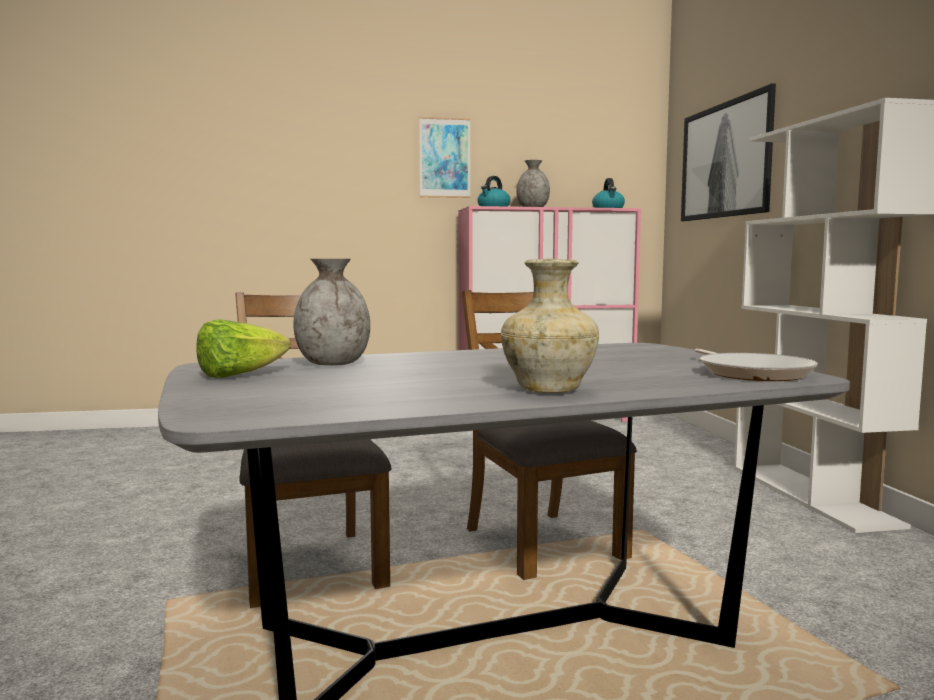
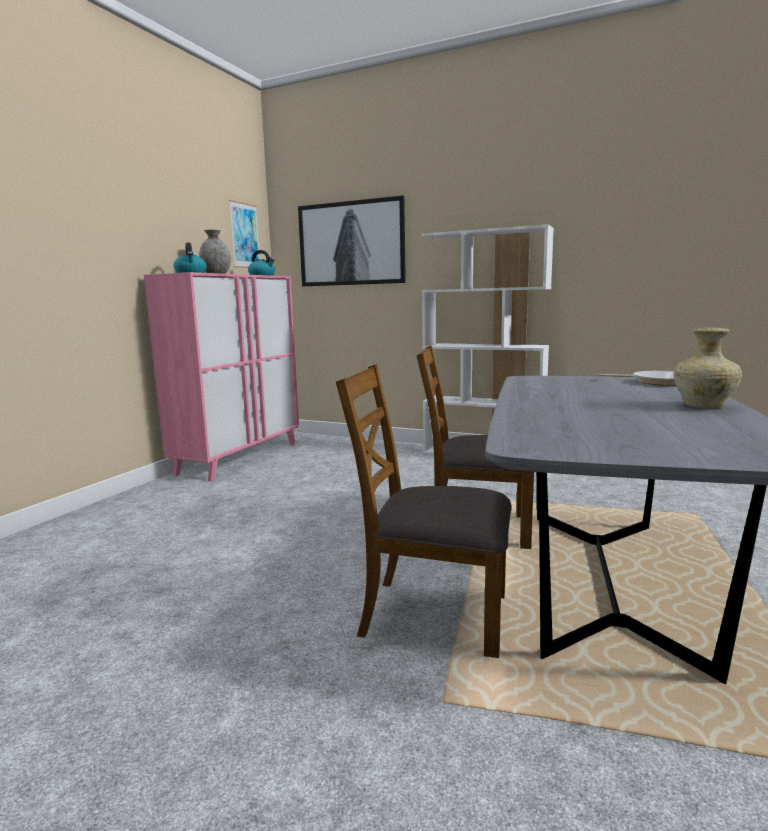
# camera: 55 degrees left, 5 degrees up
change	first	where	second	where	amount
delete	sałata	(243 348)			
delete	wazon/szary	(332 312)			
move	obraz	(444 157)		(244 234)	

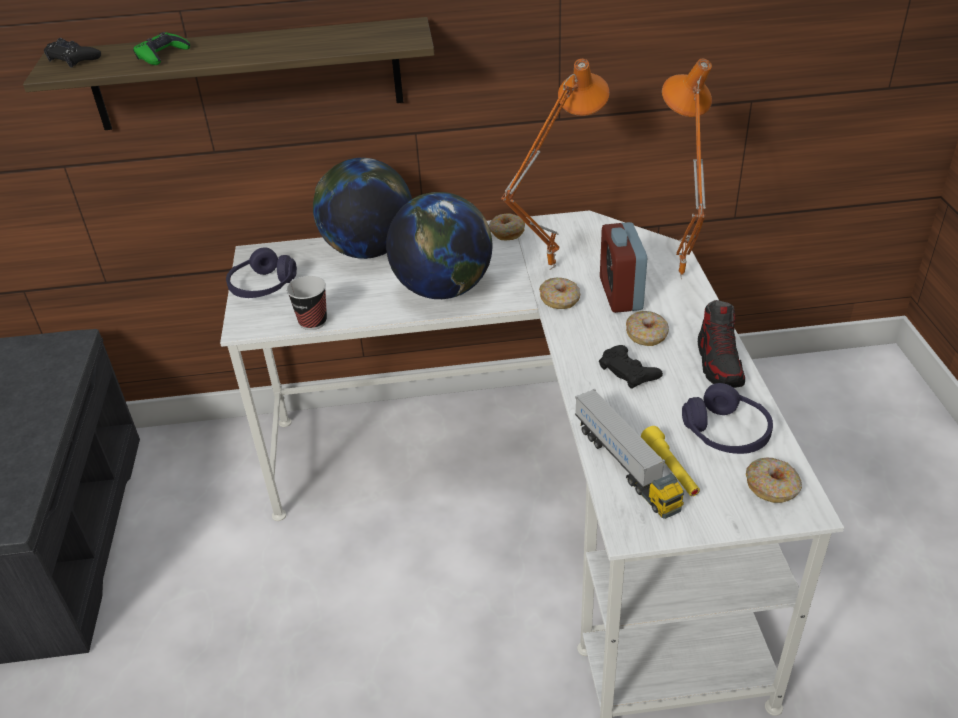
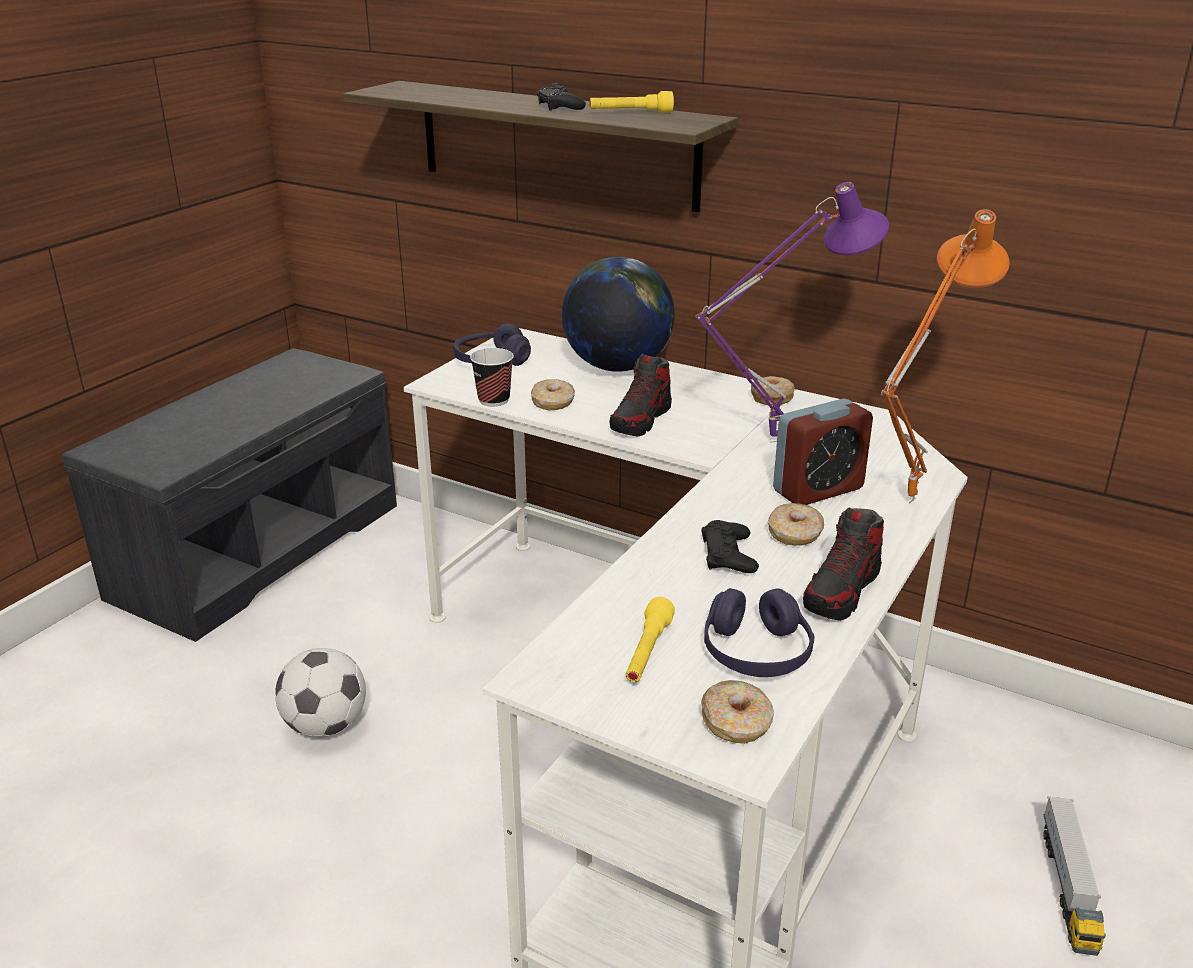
# camera: 35 degrees right, 10 degrees down
change	first	where	second	where	amount
delete	pad do gier/zielony	(161 48)			
insert			piłka futbolowa	(320 692)	
insert			latarka/żółty	(632 102)	
move	pad do gier/czarny	(72 52)		(561 97)	
move	donut	(559 293)		(553 394)	
move	ciężarówka zabawkowa	(629 454)		(1074 876)	
replace	globus	(439 245)	but	(640 395)	
recolor	lampa stołowa/pomarańczowy	(555 164)	lampa stołowa/fioletowy	(792 312)	
rotate	budzik	(623 267)		(823 452)	150 degrees counterclockwise

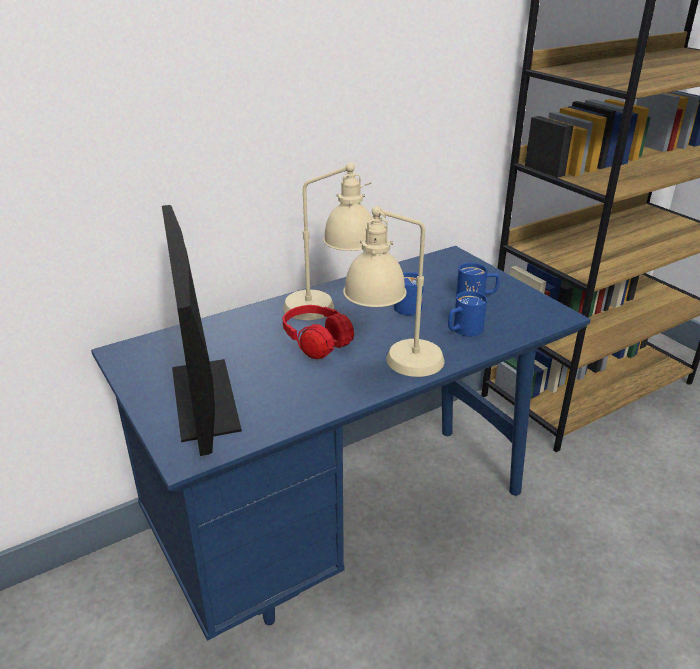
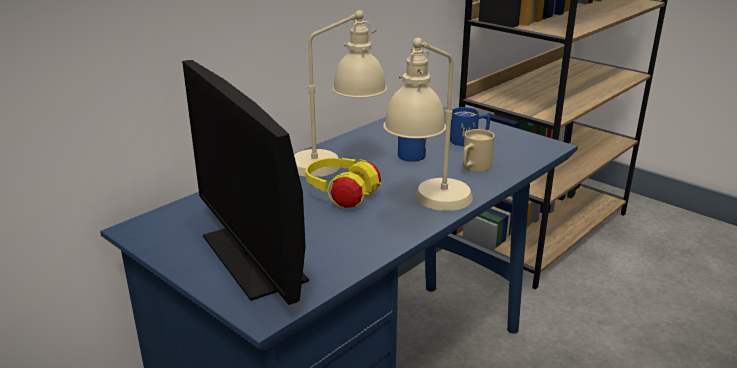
# camera: 15 degrees left, 5 degrees down
change	first	where	second	where	amount
recolor	słuchawki/czerwony	(318 332)	słuchawki/żółty	(343 183)	
recolor	kubek/niebieski	(467 313)	kubek/beżowy	(478 150)	

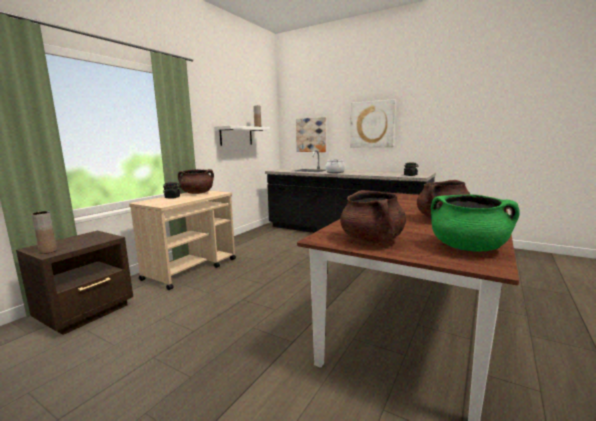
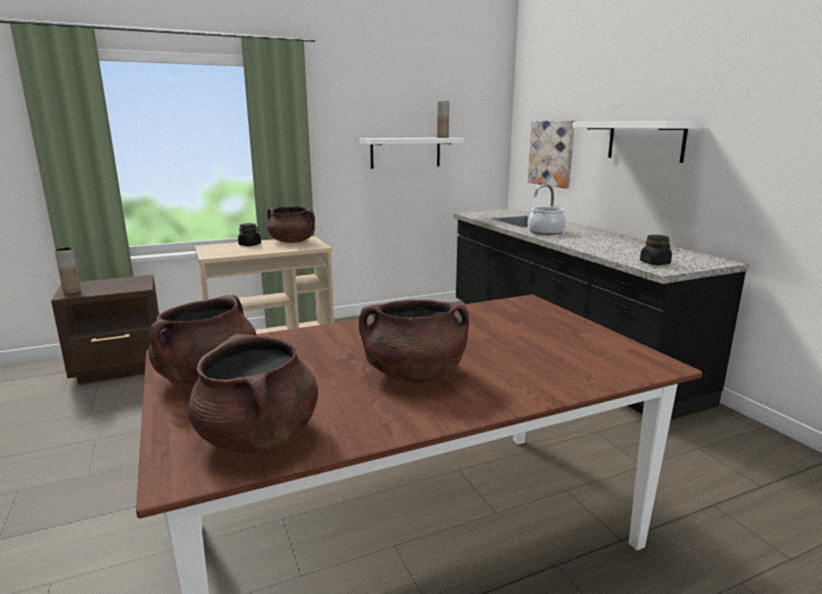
# camera: 35 degrees right, 5 degrees up
change	first	where	second	where	amount
replace	obraz	(373 123)	półka/biały	(637 142)	
recolor	garnek/zielony	(475 223)	garnek/brązowy	(253 394)	

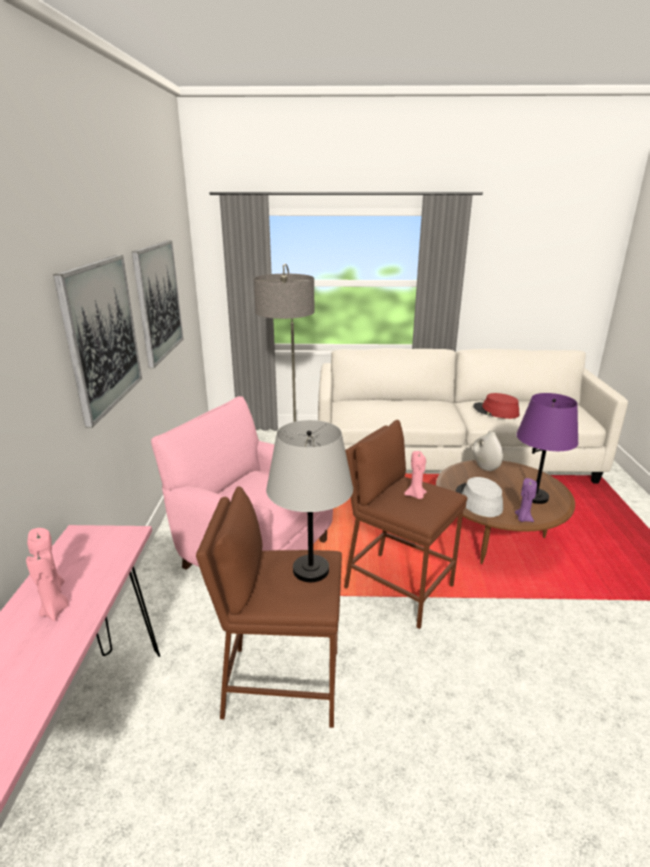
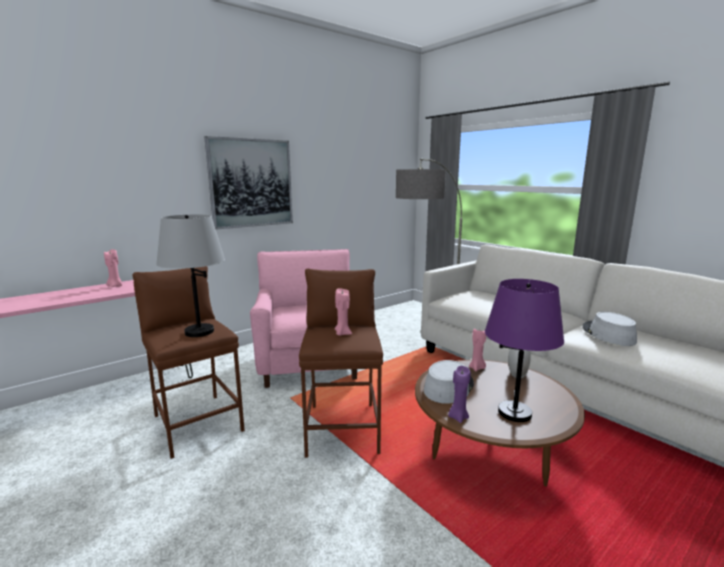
# camera: 50 degrees right, 10 degrees down
change	first	where	second	where	amount
delete	obraz	(157 304)			
move	świeca/różowy	(47 586)		(477 349)	
recolor	kapelusz/czerwony	(496 406)	kapelusz/szary	(610 329)	

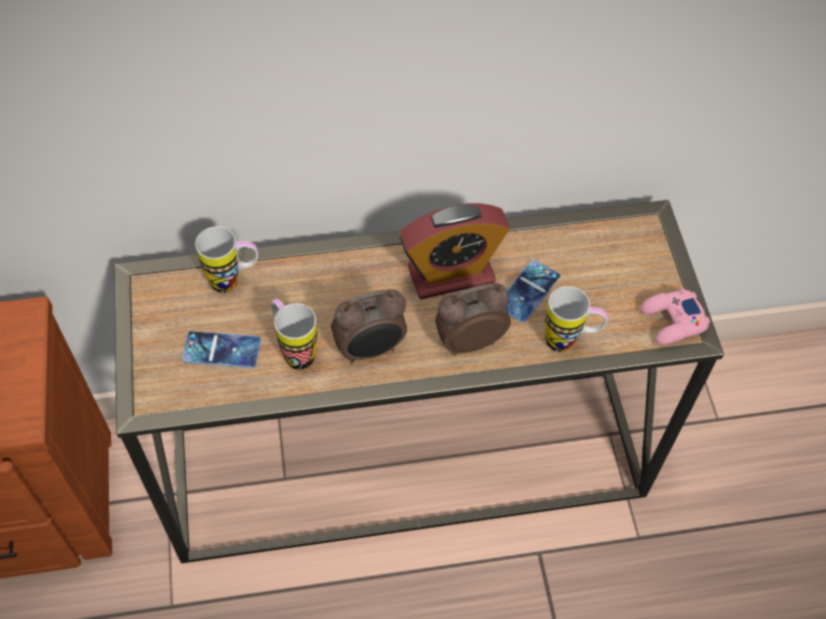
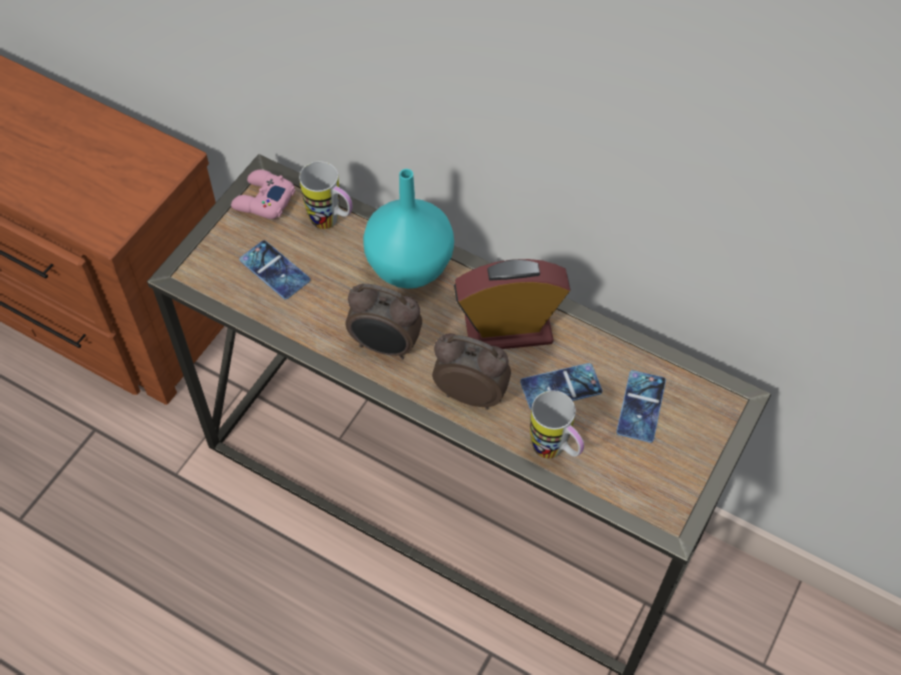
# camera: 40 degrees right, 0 degrees up
change	first	where	second	where	amount
delete	kubek	(294 334)			
insert			wazon/turkusowy	(408 229)	
insert			telefon	(641 406)	
move	pad do gier/różowy	(675 317)		(263 194)	
rotate	budzik	(455 251)		(512 304)	150 degrees clockwise

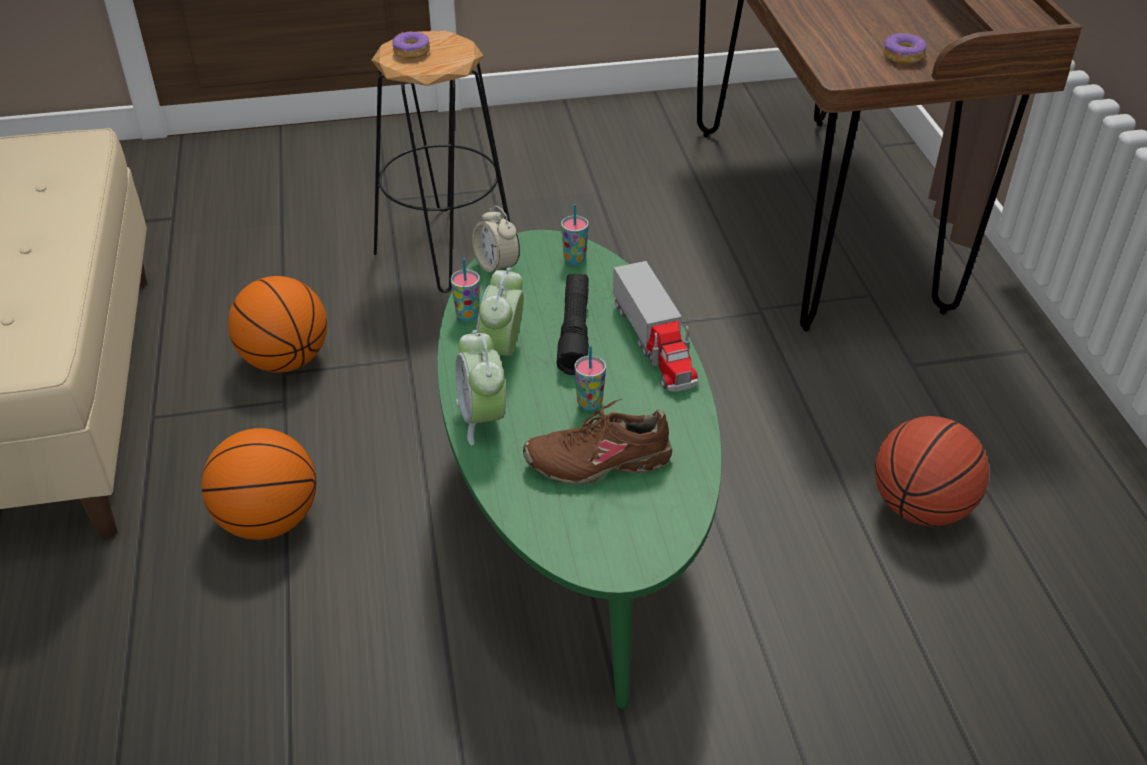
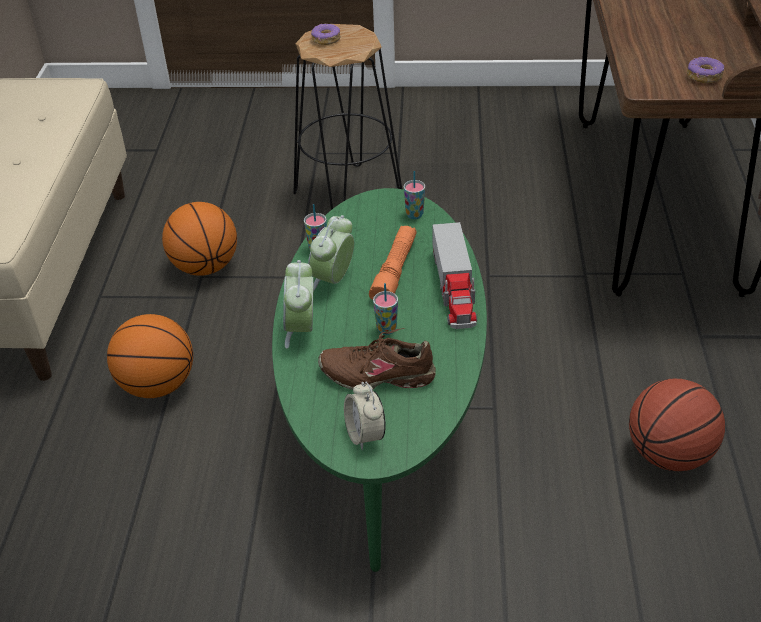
# camera: 15 degrees right, 0 degrees up
change	first	where	second	where	amount
move	budzik	(496 238)		(365 416)	
recolor	latarka/czarny	(573 324)	latarka/pomarańczowy	(393 263)	

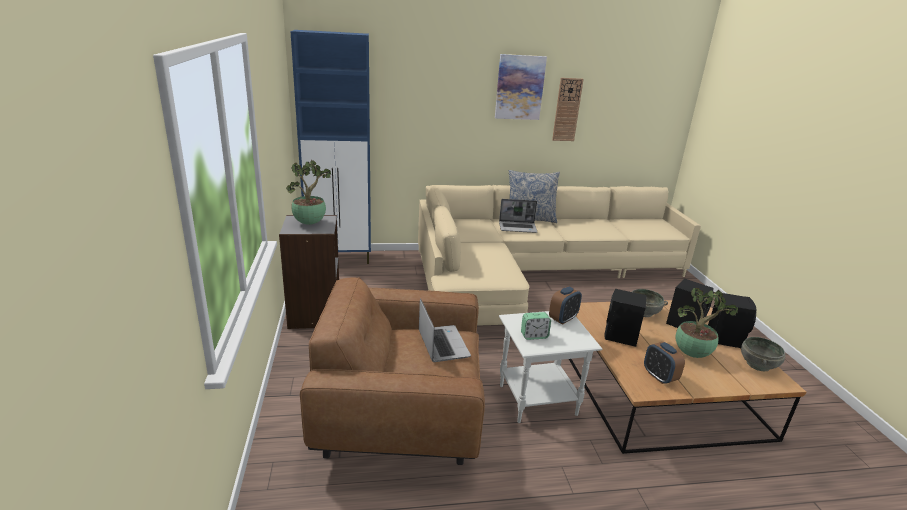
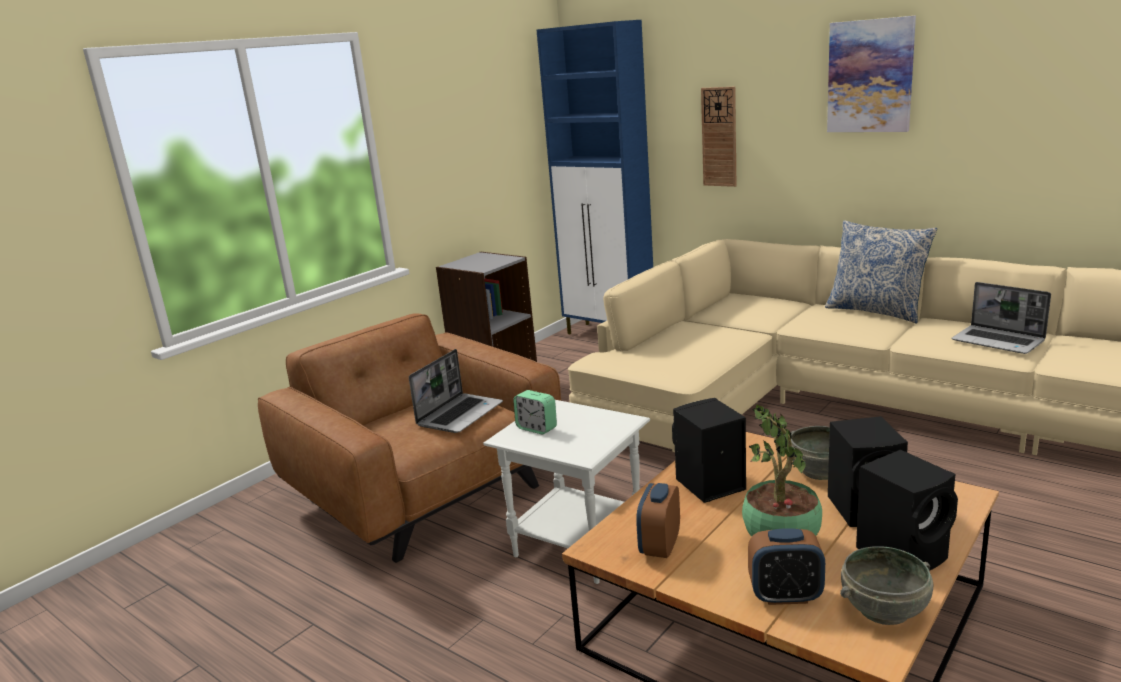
# camera: 50 degrees right, 5 degrees down
change	first	where	second	where	amount
delete	roślina doniczkowa	(308 192)			
move	laptop	(518 216)		(1001 318)	
move	budzik	(565 305)		(786 566)	
move	zegar ścienny	(568 109)		(718 137)	

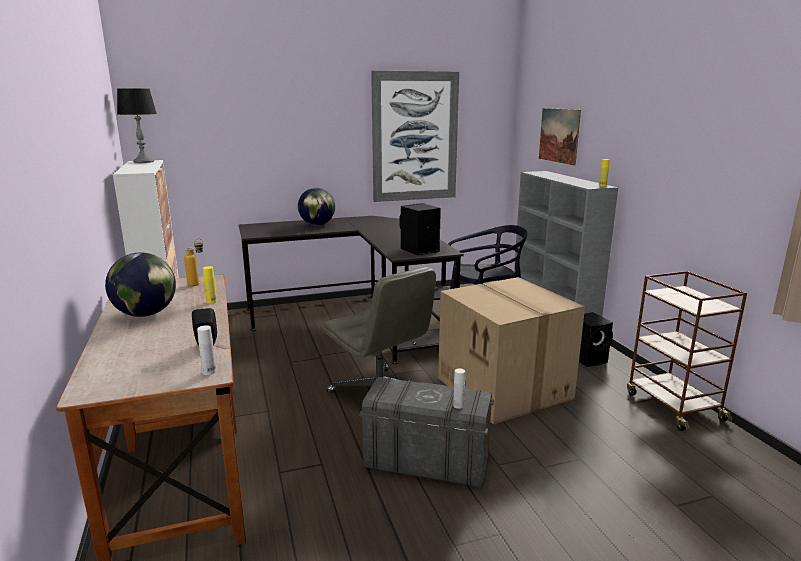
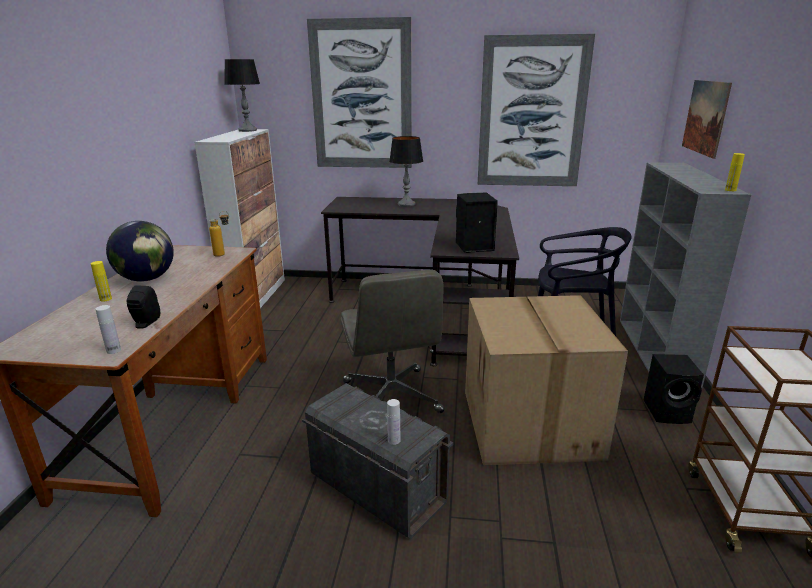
# camera: 25 degrees right, 5 degrees up
change	first	where	second	where	amount
insert			obraz	(359 92)	
move	butelka/żółty	(210 285)		(101 281)	
replace	globus	(316 206)	lampa stołowa	(406 171)	

